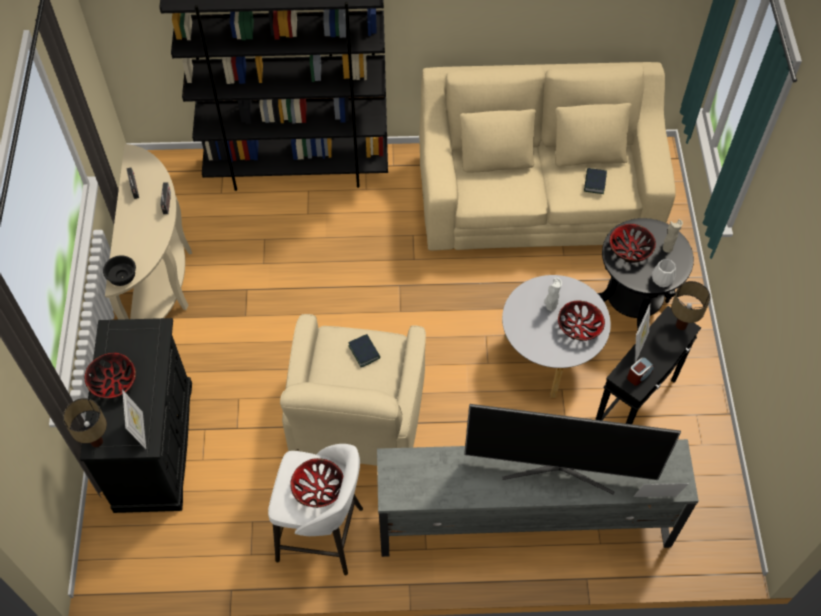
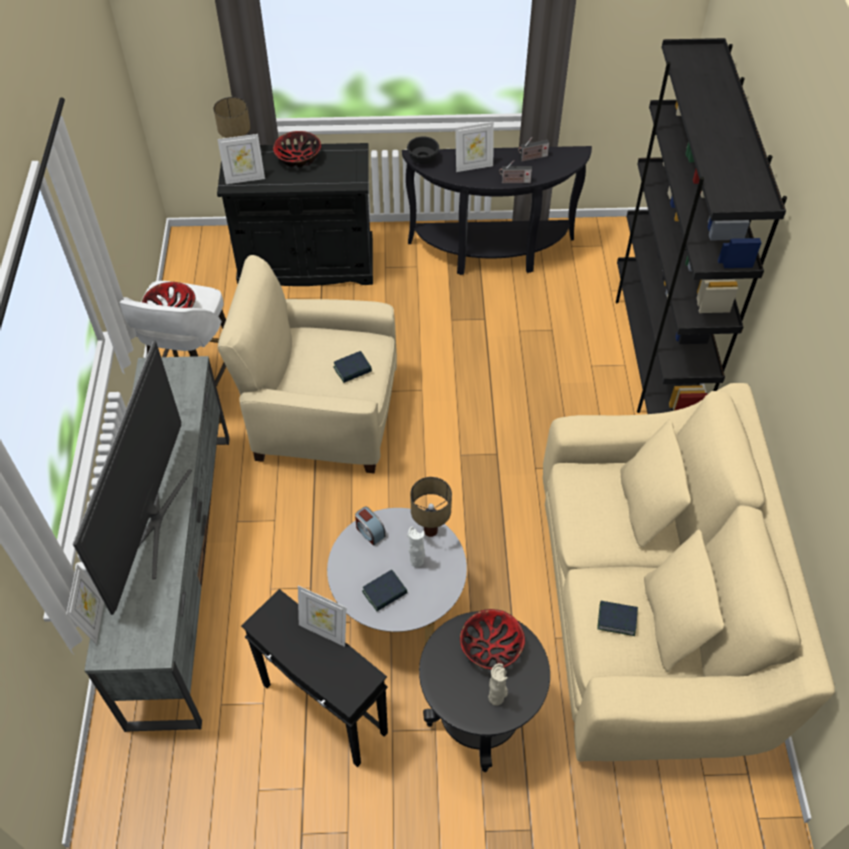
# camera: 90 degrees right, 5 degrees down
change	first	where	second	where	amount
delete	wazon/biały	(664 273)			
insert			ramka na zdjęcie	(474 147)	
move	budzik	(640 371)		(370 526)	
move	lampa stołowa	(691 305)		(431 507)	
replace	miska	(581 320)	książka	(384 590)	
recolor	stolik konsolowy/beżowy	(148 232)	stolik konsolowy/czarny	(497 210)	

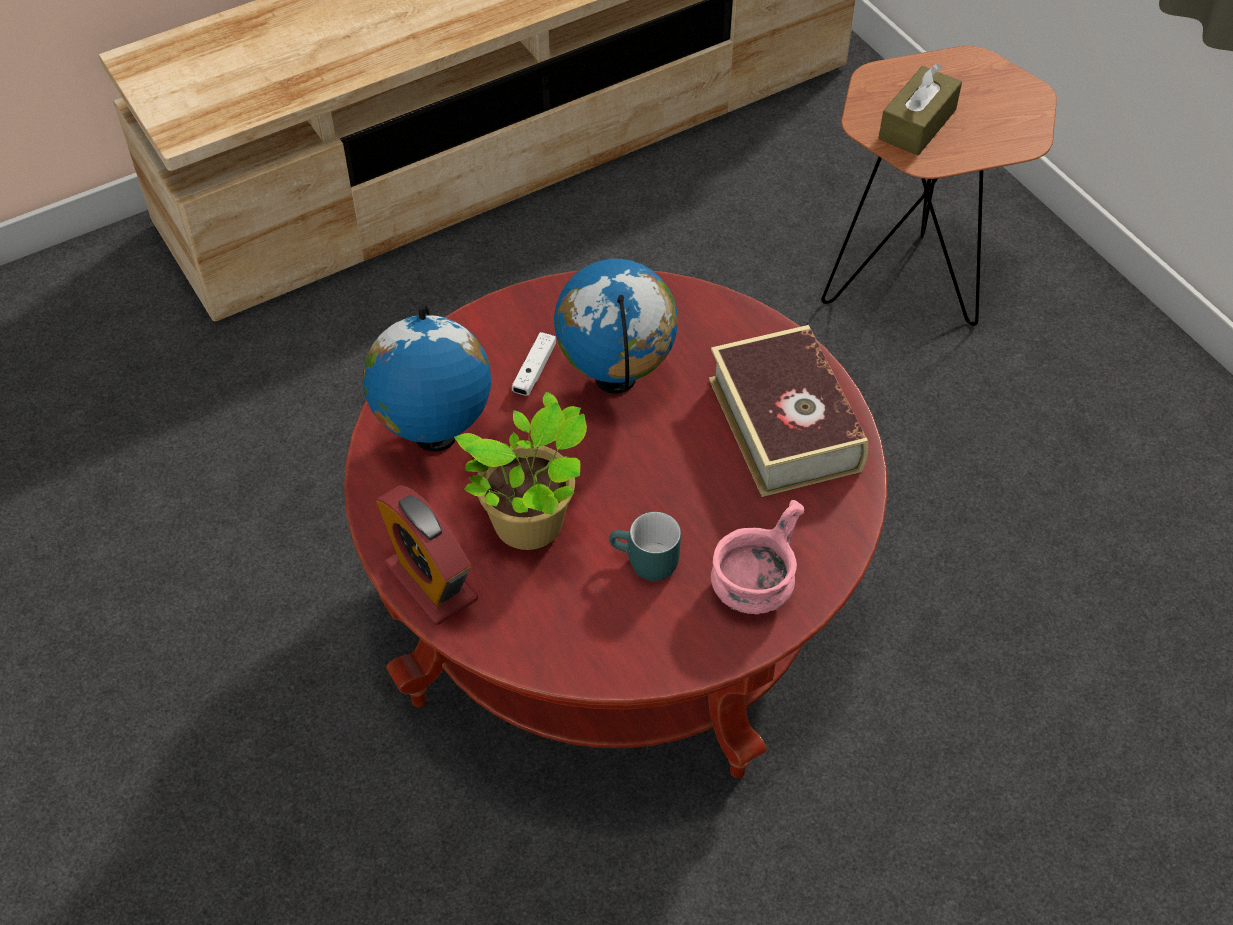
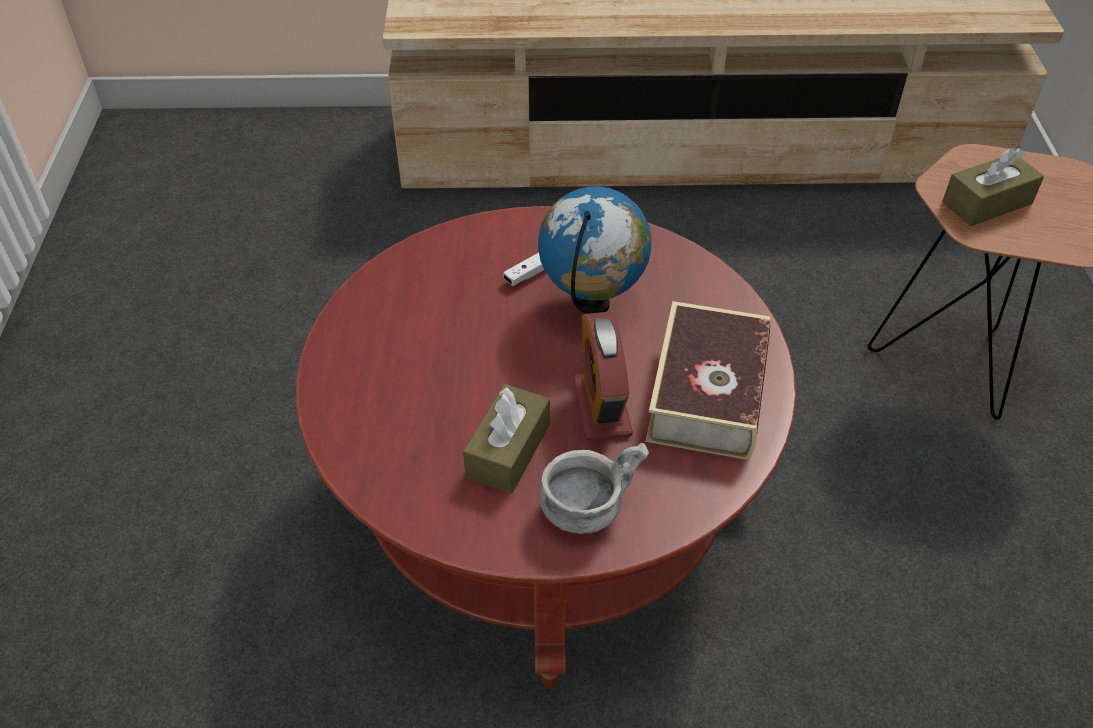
# camera: 30 degrees right, 5 degrees down
change	first	where	second	where	amount
delete	globus	(427 378)			
delete	roślina doniczkowa	(520 471)			
move	budzik	(427 555)		(603 376)	
replace	kubek/turkusowy	(645 546)	pudełko chusteczek/brązowy	(506 438)	
recolor	miska/różowy	(757 557)	miska/szary	(594 488)	

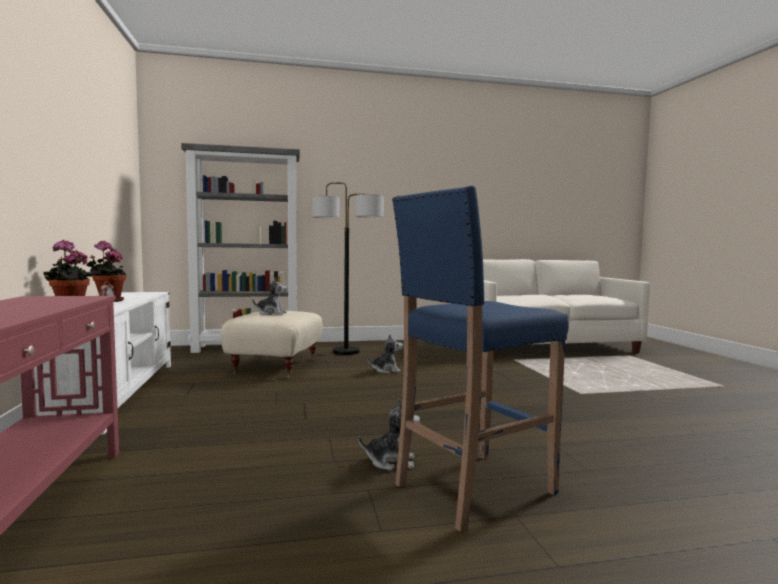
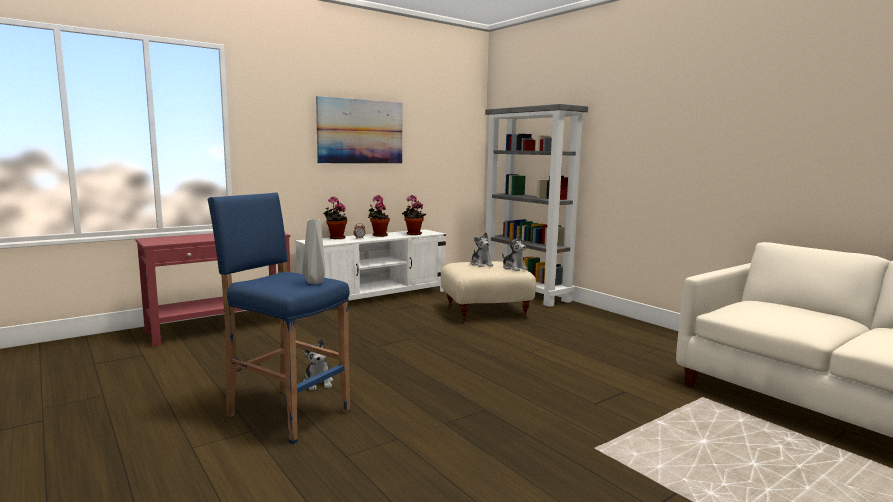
# camera: 65 degrees right, 5 degrees up
change	first	where	second	where	amount
delete	lampa stojąca	(348 268)			
insert			wazon/szary	(313 251)	
insert			obraz	(359 129)	
insert			roślina doniczkowa	(414 215)	
move	pluszak	(385 353)		(515 253)	

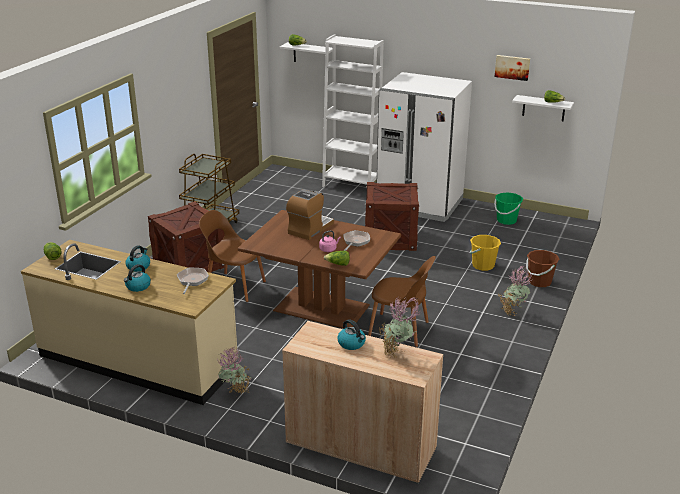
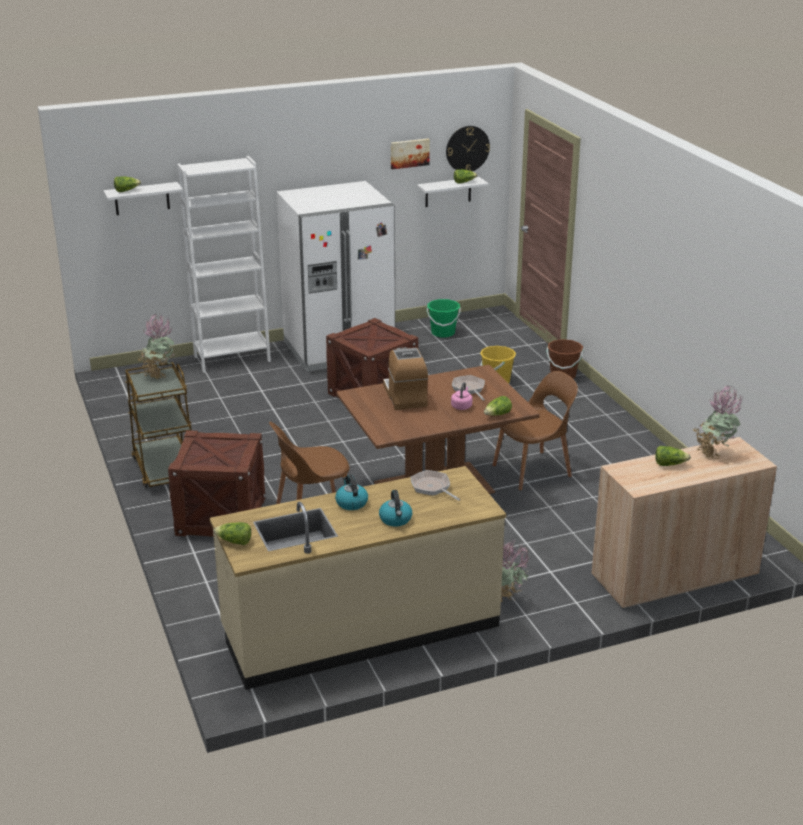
# camera: 45 degrees left, 0 degrees up
change	first	where	second	where	amount
insert			zegar ścienny	(468 148)	
move	roślina doniczkowa	(515 291)		(156 347)	
replace	czajnik	(351 334)	sałata	(673 456)	

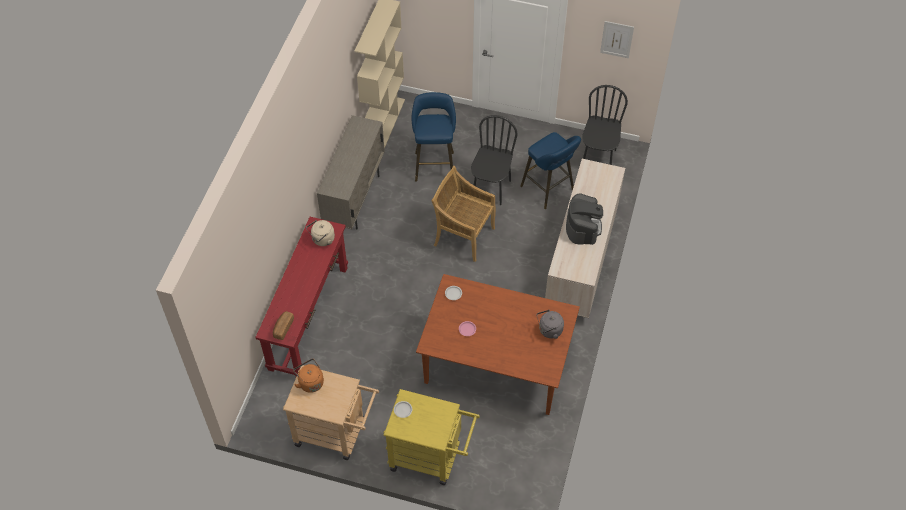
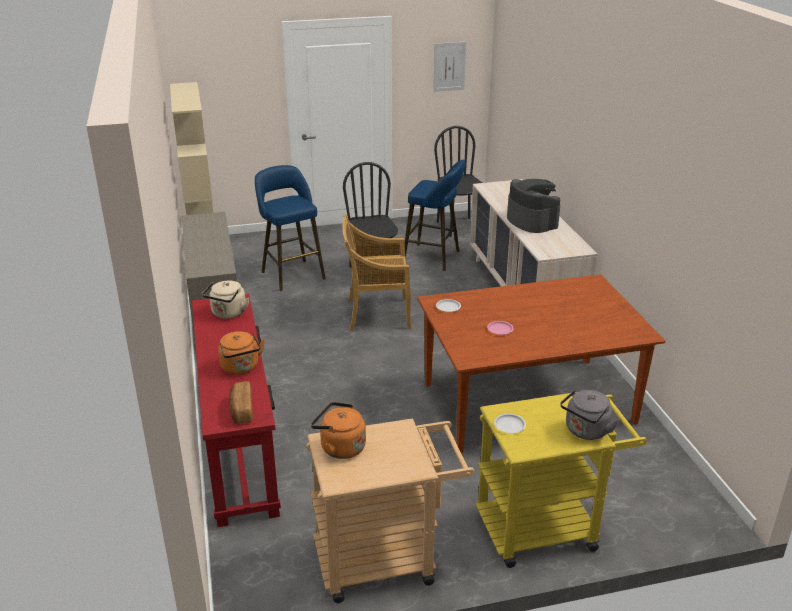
# camera: 30 degrees left, 25 degrees down
change	first	where	second	where	amount
insert			czajnik/pomarańczowy	(241 353)	
move	czajnik/szary	(550 324)		(589 414)	

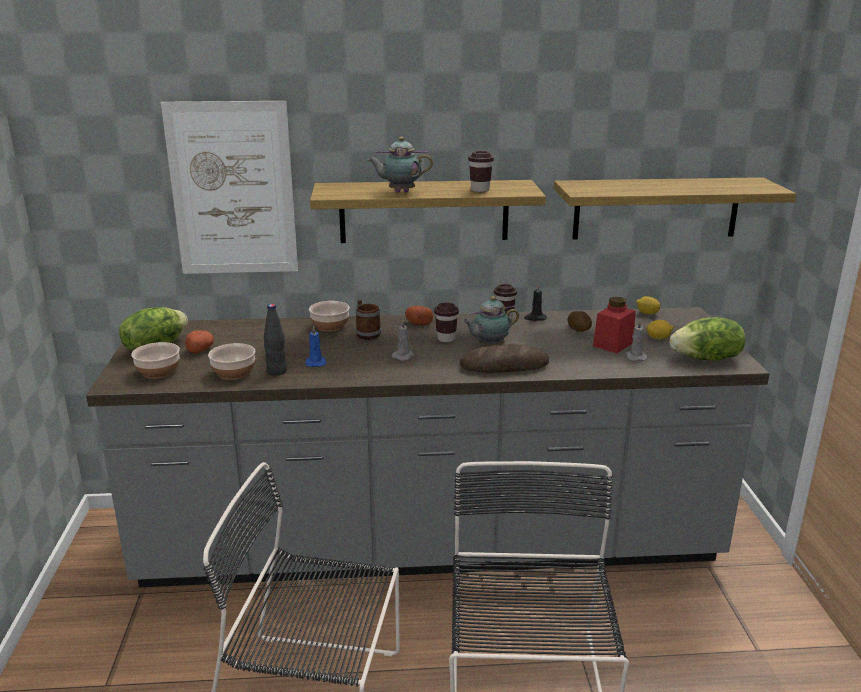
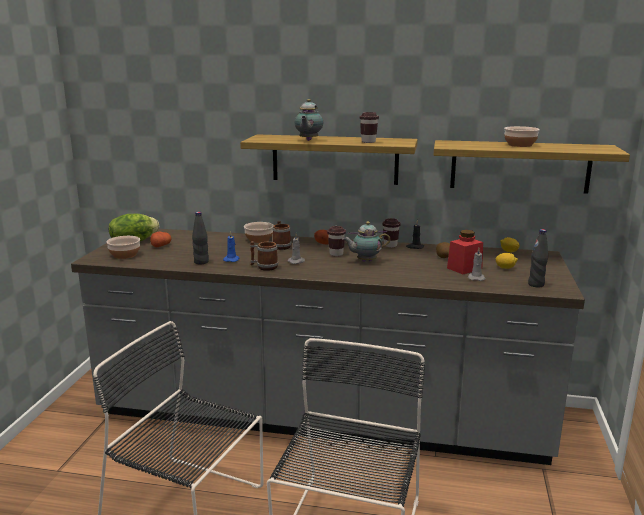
# camera: 15 degrees right, 5 degrees down
change	first	where	second	where	amount
delete	obraz	(229 187)			
delete	chleb	(504 358)			
insert			kubek	(264 256)	
move	miska	(231 361)		(522 136)	
replace	sałata	(707 339)	butelka/czarny	(538 258)	
rotate	imbryk	(400 164)		(309 120)	90 degrees counterclockwise

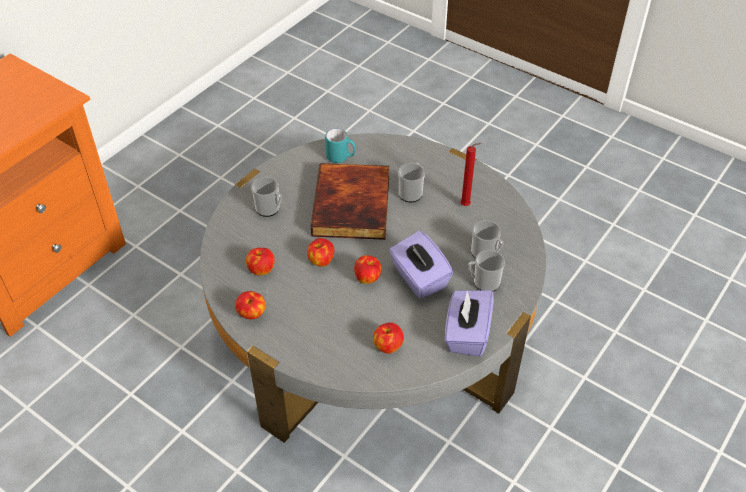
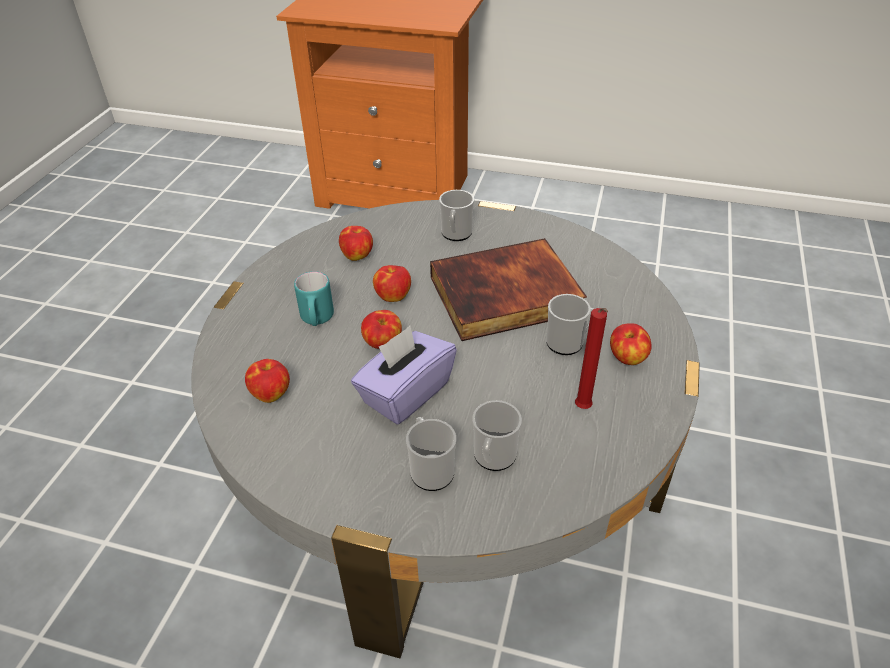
# camera: 70 degrees right, 5 degrees down
change	first	where	second	where	amount
delete	pudełko chusteczek/fioletowy	(469 323)			
move	jabłko	(250 305)		(631 344)	
move	kubek/turkusowy	(340 145)		(314 298)	

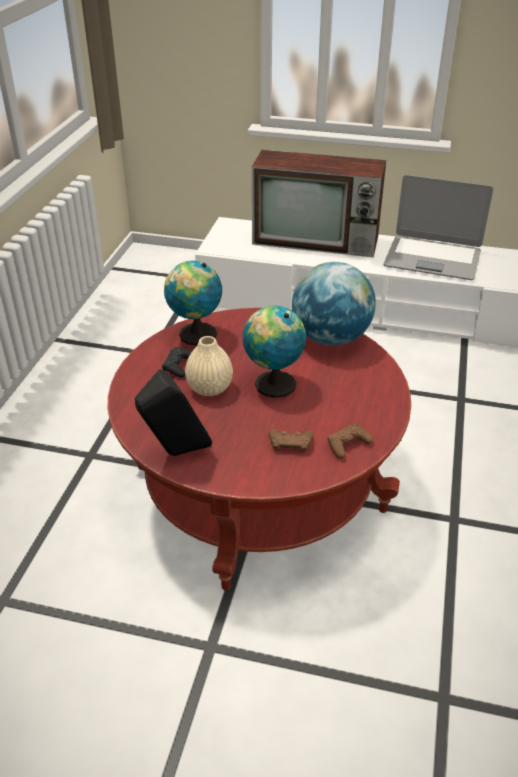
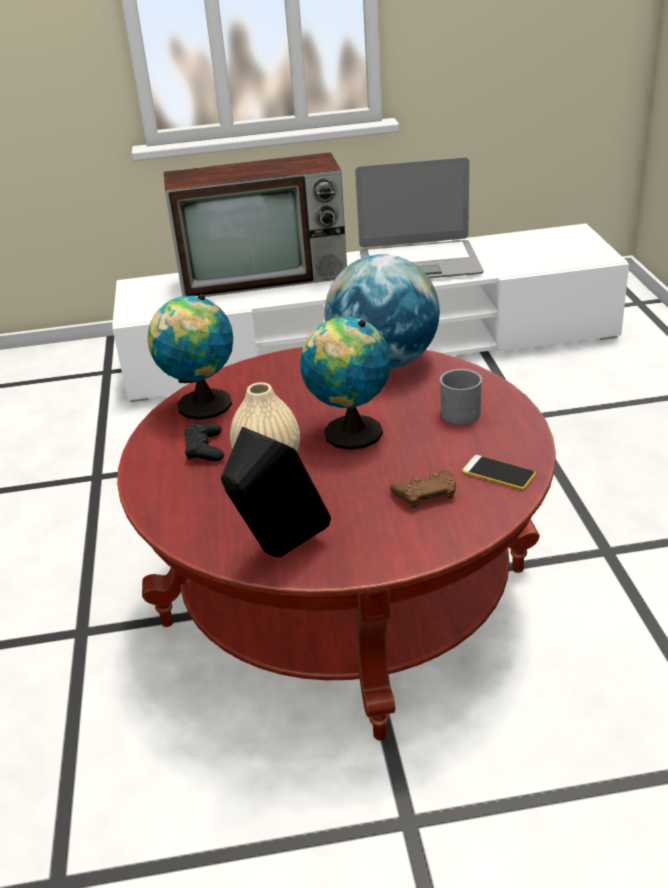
# camera: 20 degrees left, 5 degrees down
change	first	where	second	where	amount
insert			kubek/szary	(461 397)	
replace	pad do gier/brązowy	(350 441)	telefon	(499 472)	

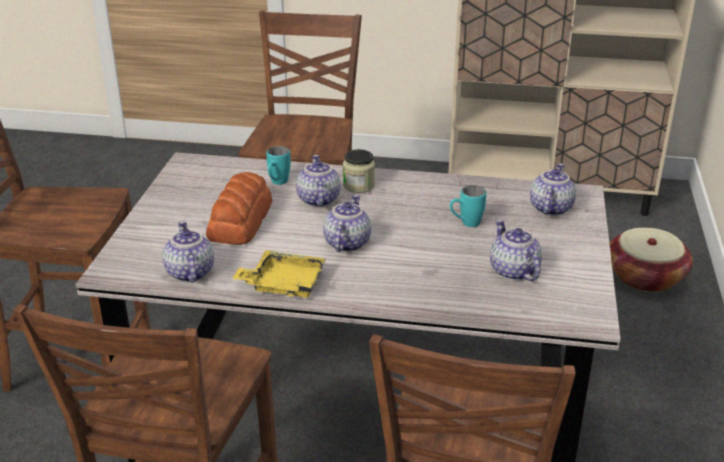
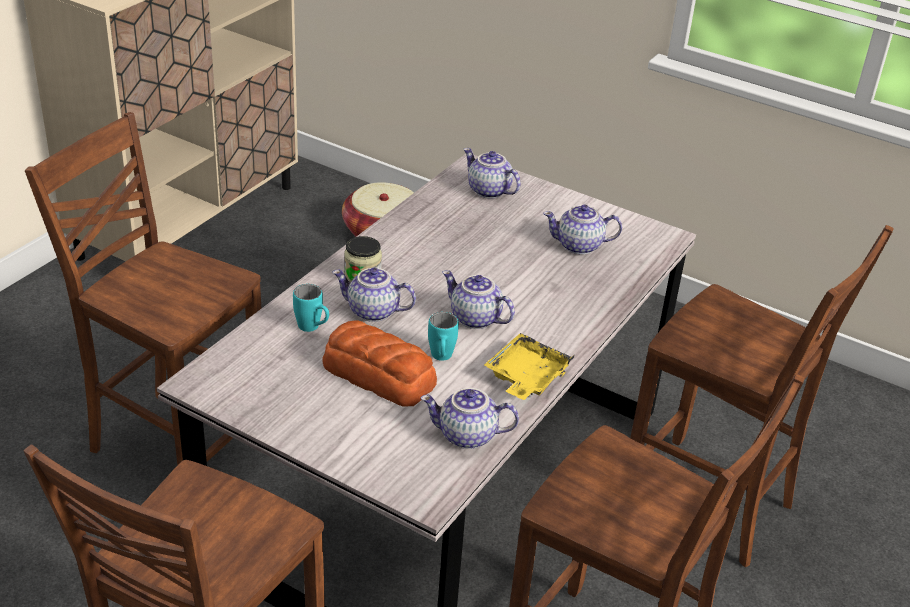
# camera: 70 degrees left, 5 degrees up
change	first	where	second	where	amount
move	kubek/turkusowy	(468 206)		(443 336)	

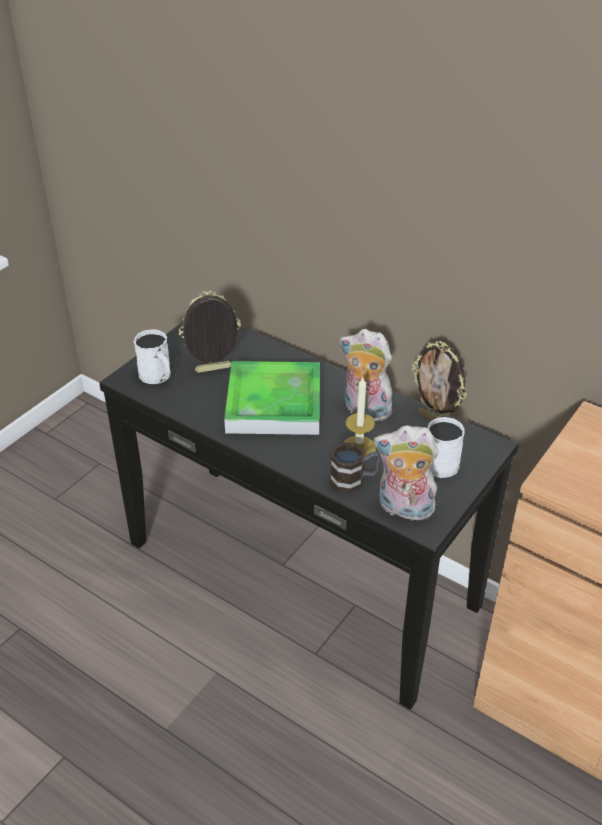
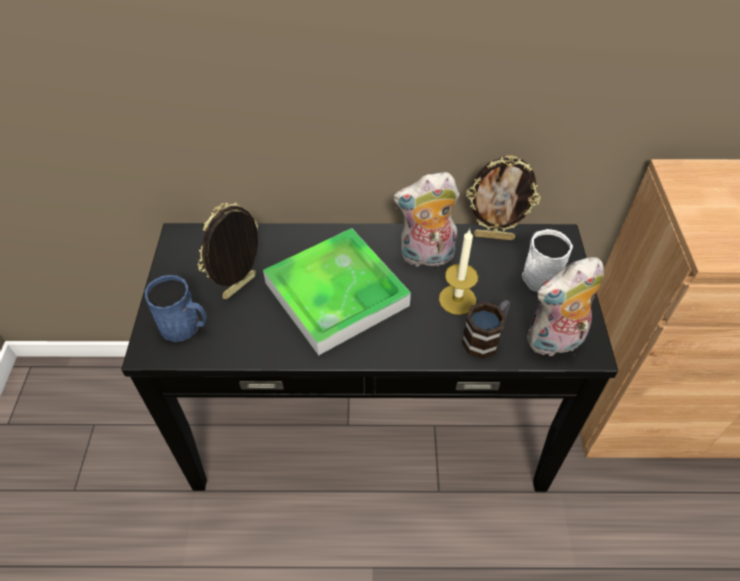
# camera: 35 degrees left, 10 degrees up
change	first	where	second	where	amount
recolor	kubek/biały	(152 356)	kubek/niebieski	(176 308)	

